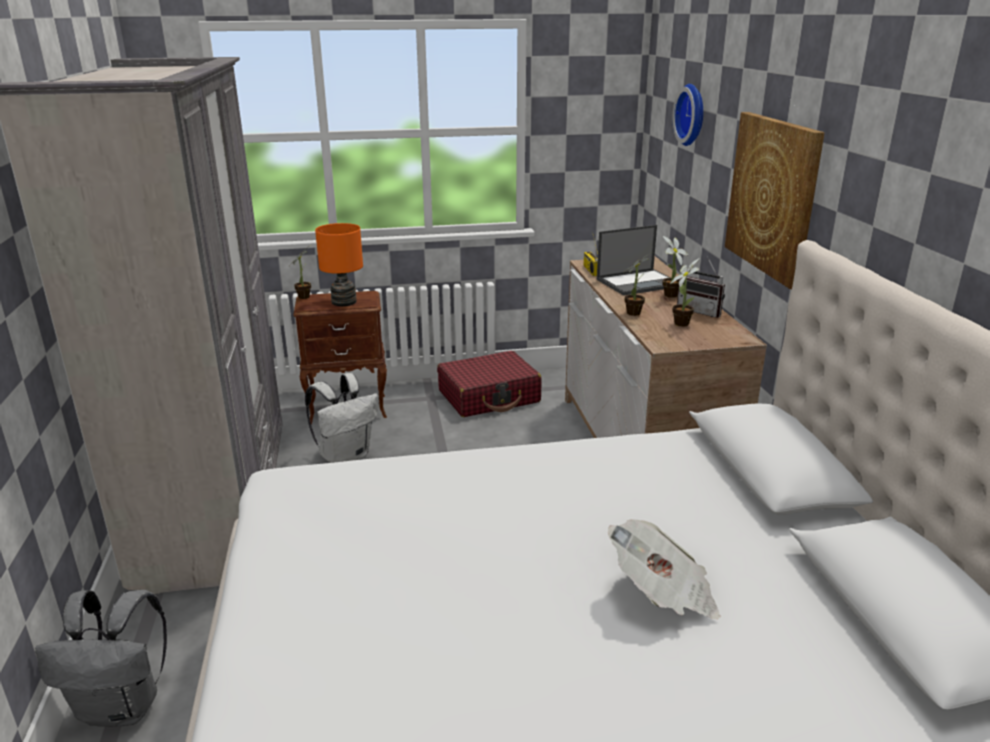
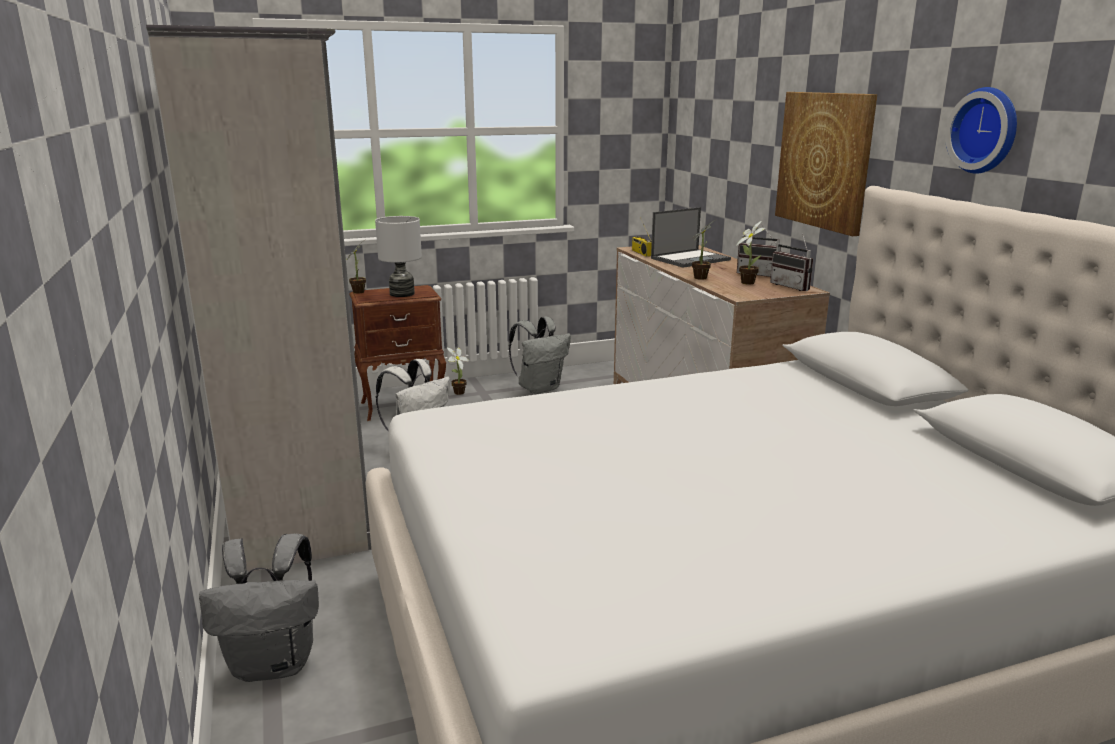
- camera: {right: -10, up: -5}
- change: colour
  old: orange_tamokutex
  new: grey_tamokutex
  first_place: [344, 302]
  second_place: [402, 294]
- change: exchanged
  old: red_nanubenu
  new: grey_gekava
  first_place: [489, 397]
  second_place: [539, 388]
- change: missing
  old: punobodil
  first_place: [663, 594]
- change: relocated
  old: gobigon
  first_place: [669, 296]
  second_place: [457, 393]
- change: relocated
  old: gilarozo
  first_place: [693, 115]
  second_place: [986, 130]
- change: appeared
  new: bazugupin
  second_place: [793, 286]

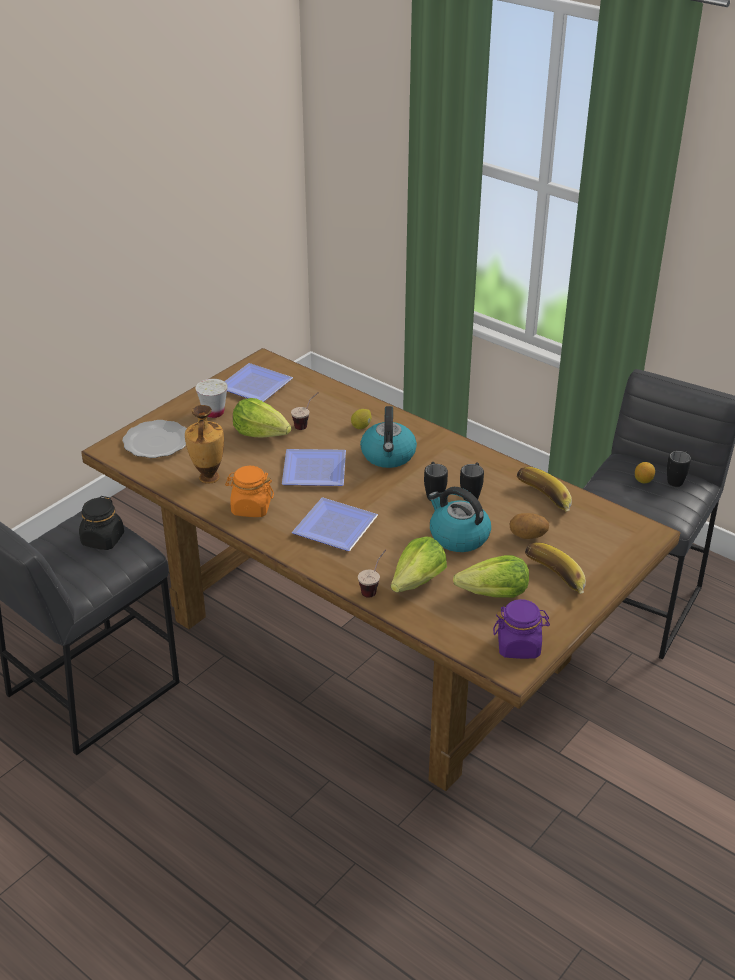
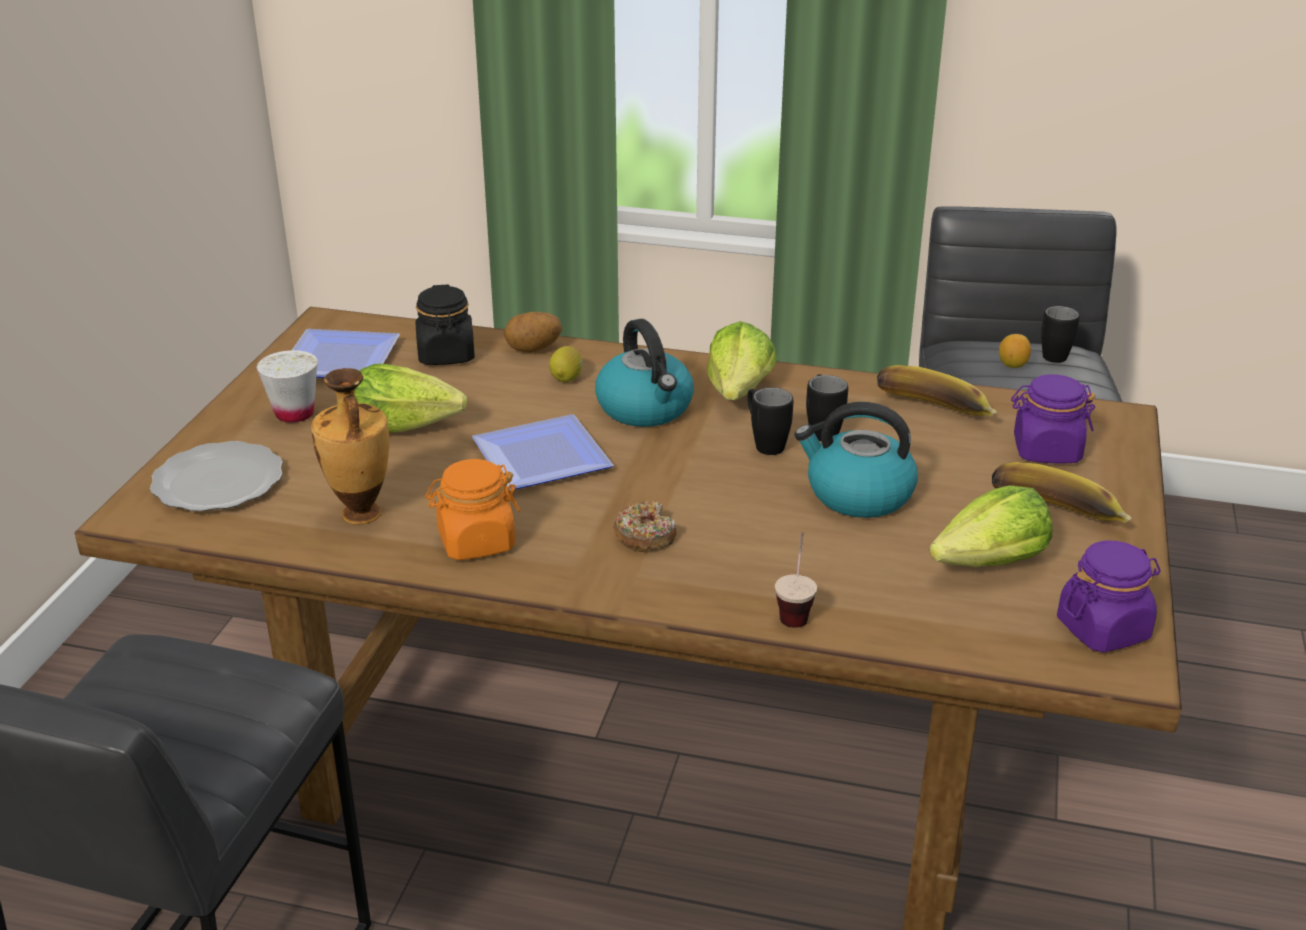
- camera: {right: -25, up: -5}
- change: relocated
  old: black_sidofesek
  first_place: [103, 539]
  second_place: [446, 355]
- change: missing
  old: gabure
  first_place: [306, 424]
- change: exchanged
  old: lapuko
  new: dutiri
  first_place: [332, 528]
  second_place: [644, 536]
- change: relocated
  old: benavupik
  first_place: [418, 581]
  second_place: [739, 391]
- change: relocated
  old: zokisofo
  first_place: [527, 536]
  second_place: [533, 350]
- change: appeared
  new: purple_sidofesek
  second_place: [1046, 450]

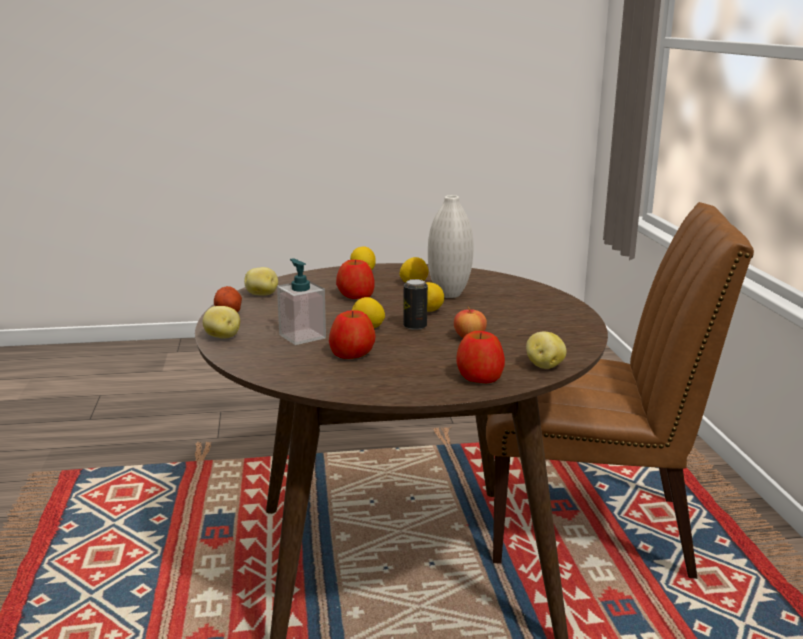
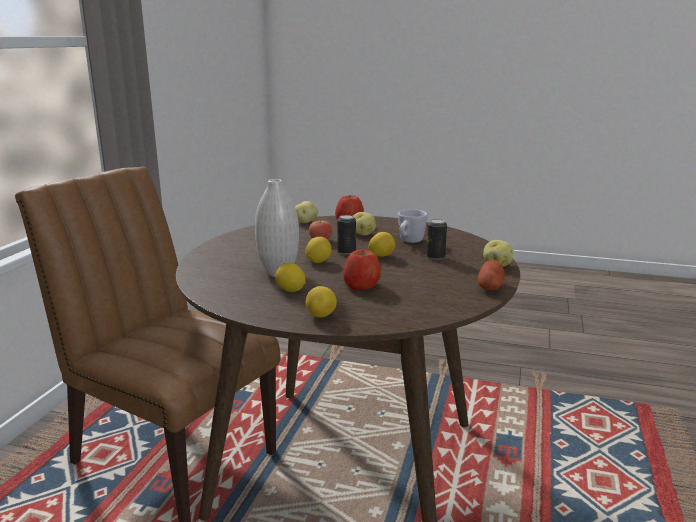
- camera: {right: -155, up: 0}
- change: relocated
  old: zokisofo
  first_place: [262, 294]
  second_place: [363, 234]
- change: exchanged
  old: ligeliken
  new: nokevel
  first_place: [302, 336]
  second_place: [435, 257]
- change: exchanged
  old: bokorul
  new: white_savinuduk
  first_place: [352, 354]
  second_place: [409, 241]

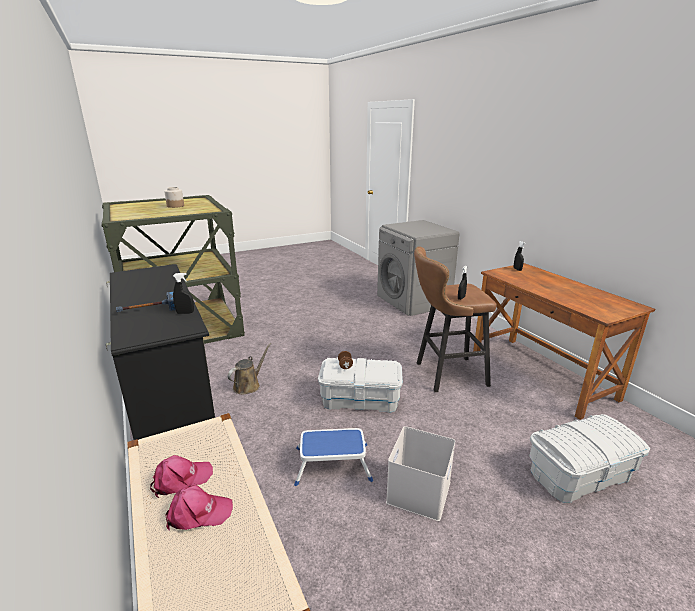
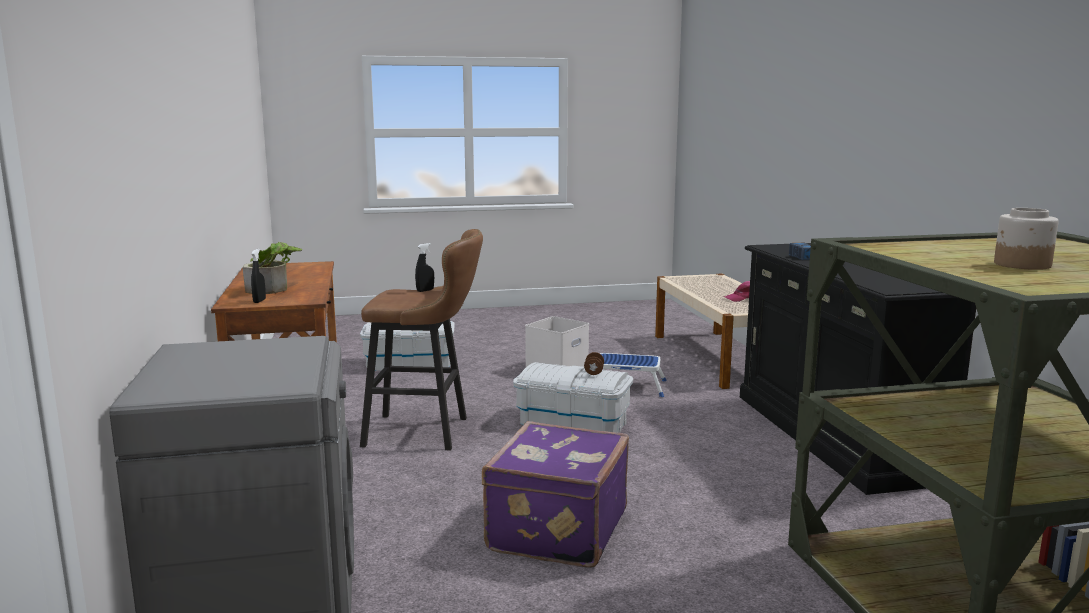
- camera: {right: -165, up: -10}
- change: missing
  old: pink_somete
  first_place: [198, 513]
- change: missing
  old: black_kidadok
  first_place: [185, 313]
- change: missing
  old: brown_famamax
  first_place: [248, 385]
- change: appeared
  new: gobigon
  second_place: [273, 289]
- change: appeared
  new: purple_nanubenu
  second_place: [555, 530]

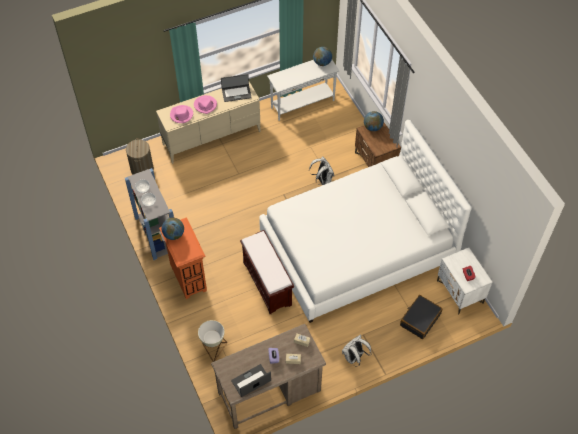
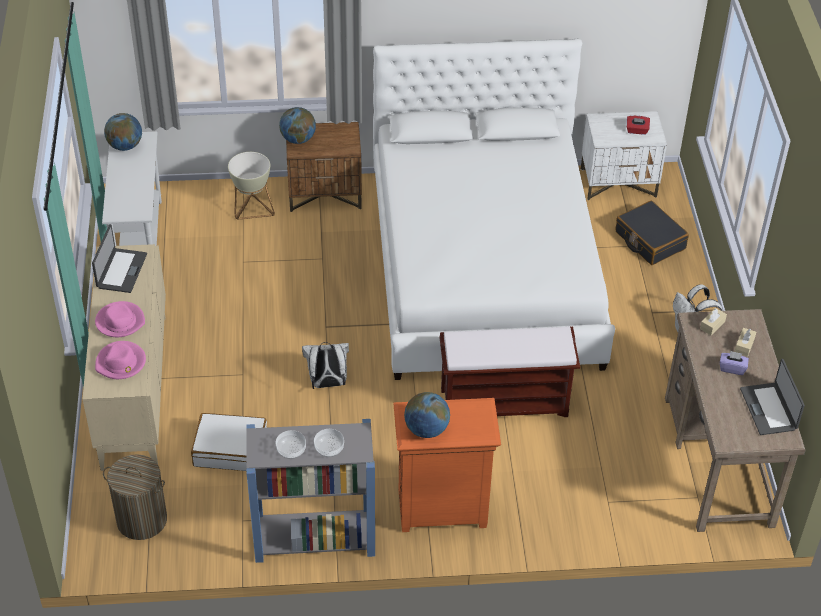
- camera: {right: -70, up: -10}
- change: relocated
  old: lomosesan
  first_place: [214, 348]
  second_place: [252, 210]
- change: relocated
  old: white_gekava
  first_place: [322, 180]
  second_place: [327, 384]
- change: appeared
  new: white_nanubenu
  second_place: [230, 449]

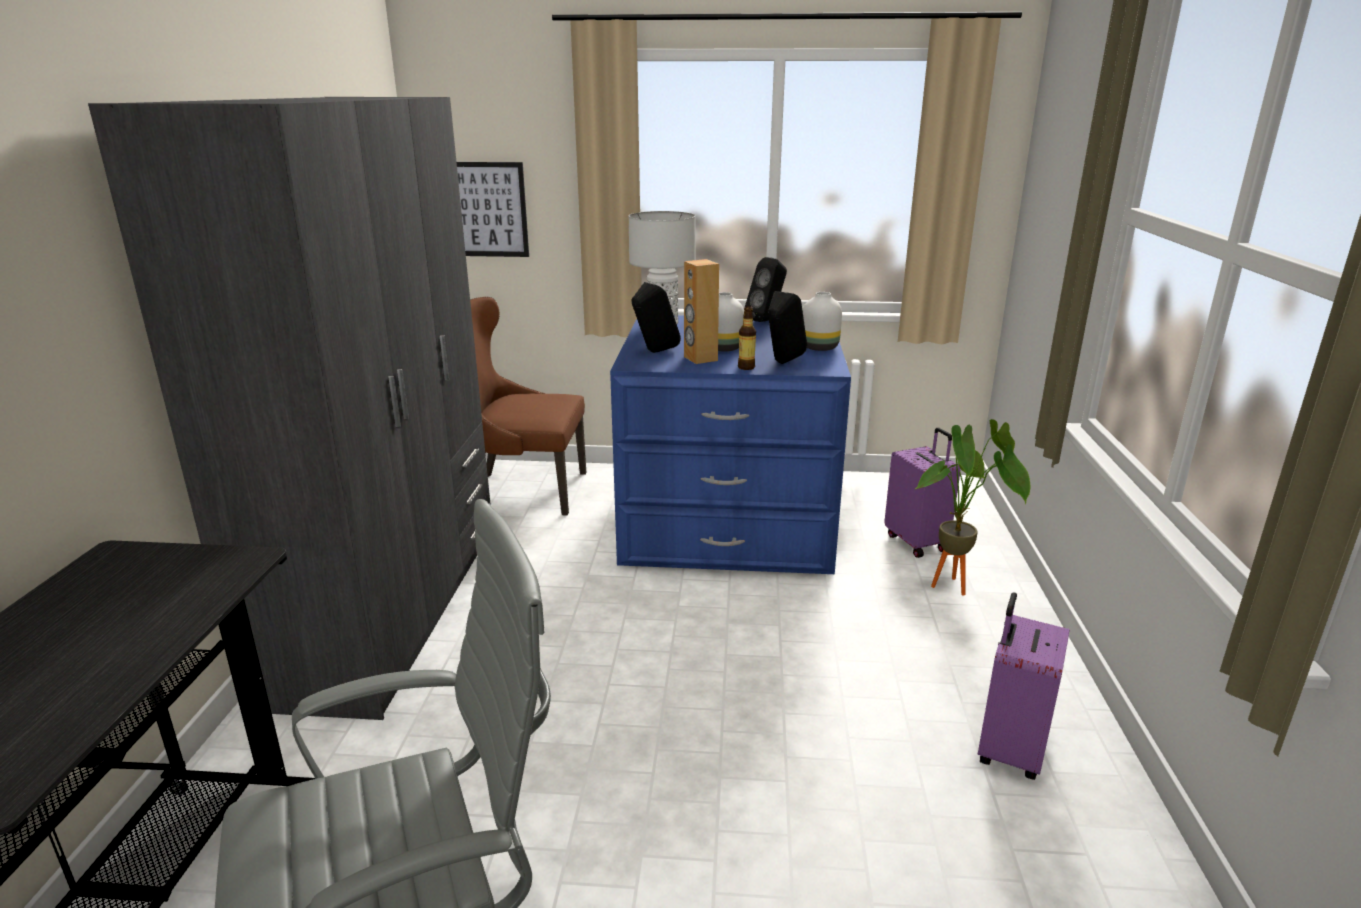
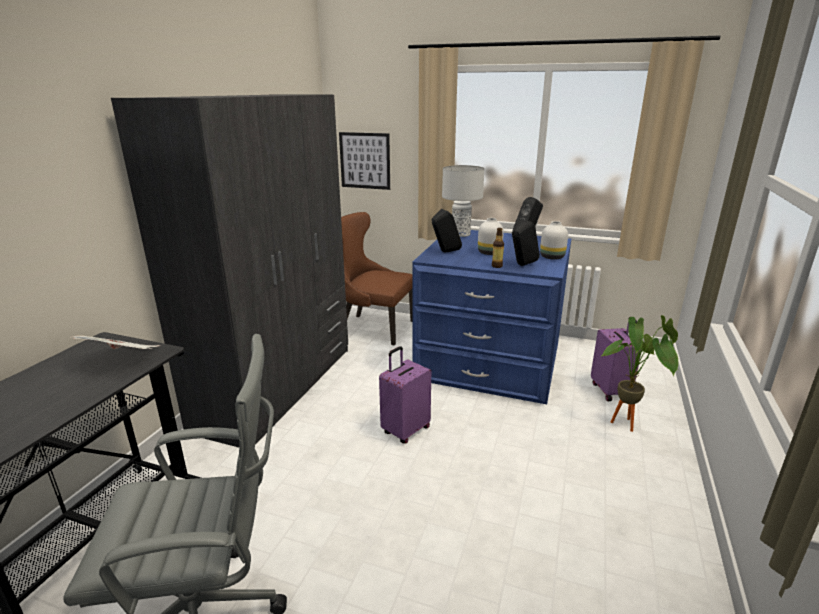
- camera: {right: 15, up: 0}
- change: missing
  old: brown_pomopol
  first_place: [700, 359]
- change: relocated
  old: purple_nanubenu
  first_place: [1008, 750]
  second_place: [405, 430]
- change: appeared
  new: punobodil
  second_place: [122, 359]

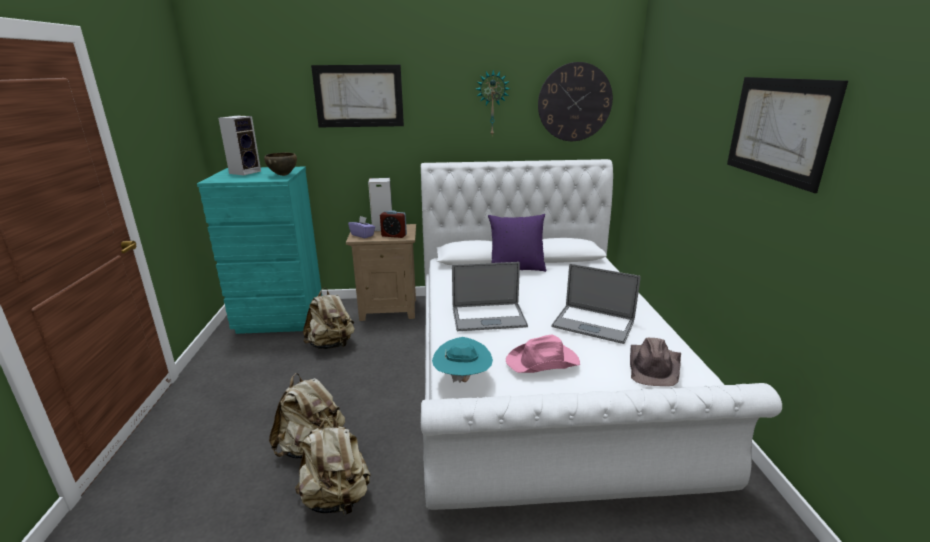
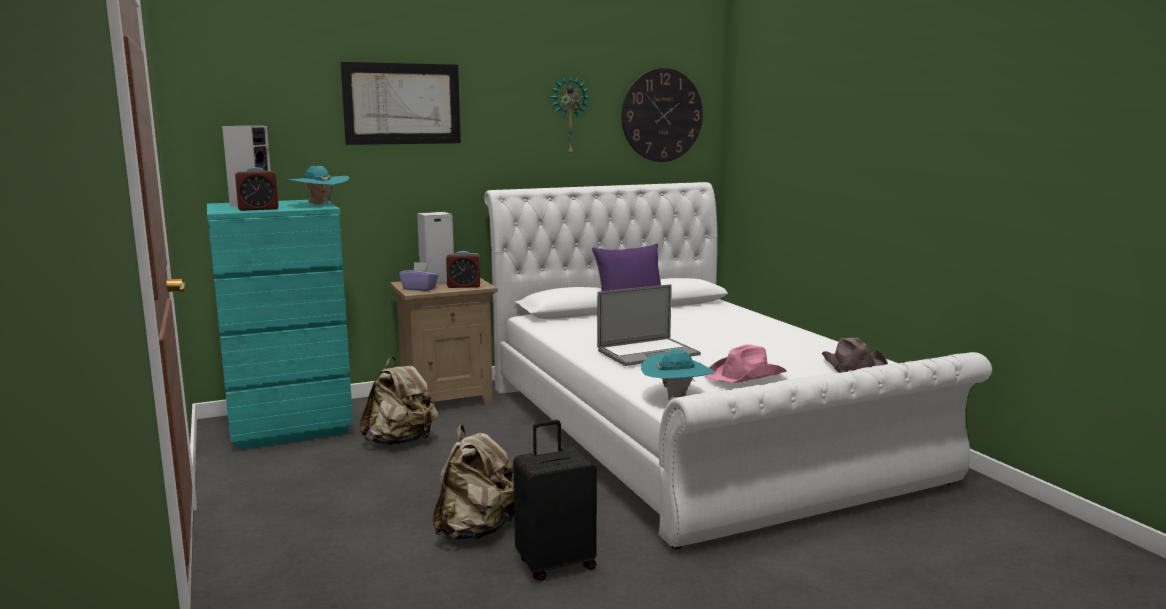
- camera: {right: -20, up: -10}
- change: exchanged
  old: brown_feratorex
  new: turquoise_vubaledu
  first_place: [283, 175]
  second_place: [319, 205]
- change: exchanged
  old: beige_gekava
  new: black_nanubenu
  first_place: [337, 498]
  second_place: [555, 564]
- change: missing
  old: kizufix
  first_place: [593, 324]
- change: missing
  old: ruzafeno
  first_place: [778, 129]
- change: appeared
  new: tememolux
  second_place: [258, 209]

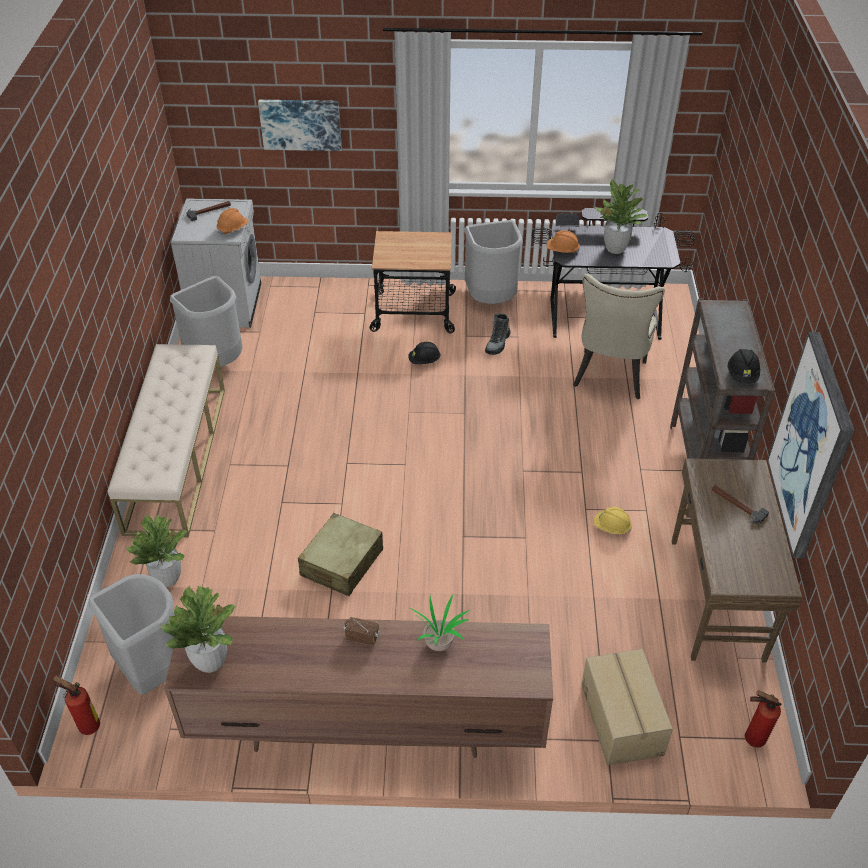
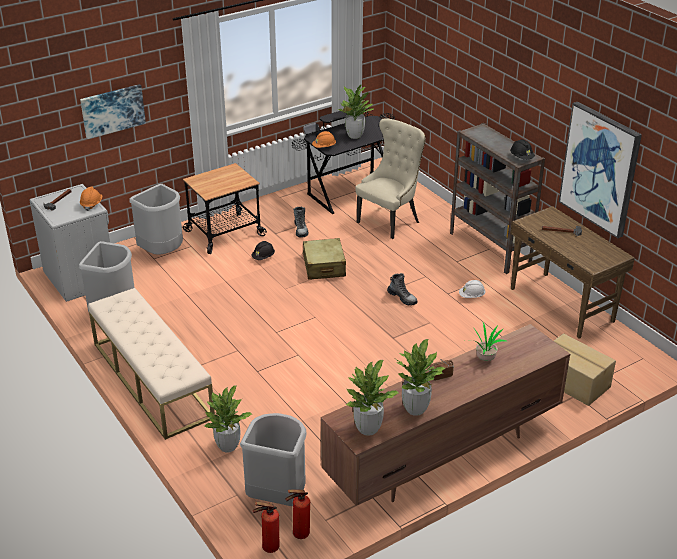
- camera: {right: -35, up: -10}
- change: relocated
  old: beige_nanubenu
  first_place: [341, 563]
  second_place: [324, 267]
- change: relocated
  old: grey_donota
  first_place: [491, 300]
  second_place: [162, 252]
- change: spun
  old: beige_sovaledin
  first_place: [610, 376]
  second_place: [389, 221]
  degrees: -120
- change: colour
  old: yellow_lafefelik
  new: white_lafefelik
  first_place: [611, 527]
  second_place: [471, 296]
- change: relocated
  old: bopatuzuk
  first_place: [751, 738]
  second_place: [298, 534]
- change: appeared
  new: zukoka
  second_place: [402, 298]
- change: appeared
  new: gobigon
  second_place: [415, 409]

